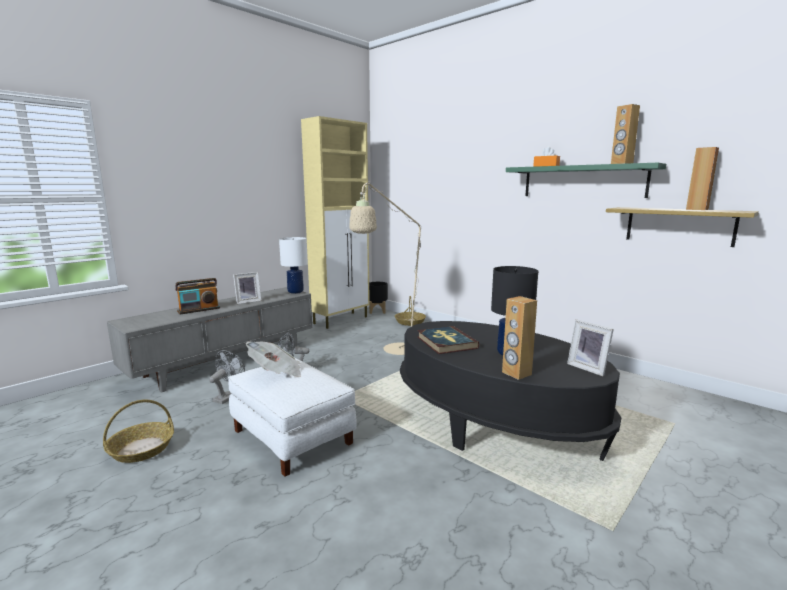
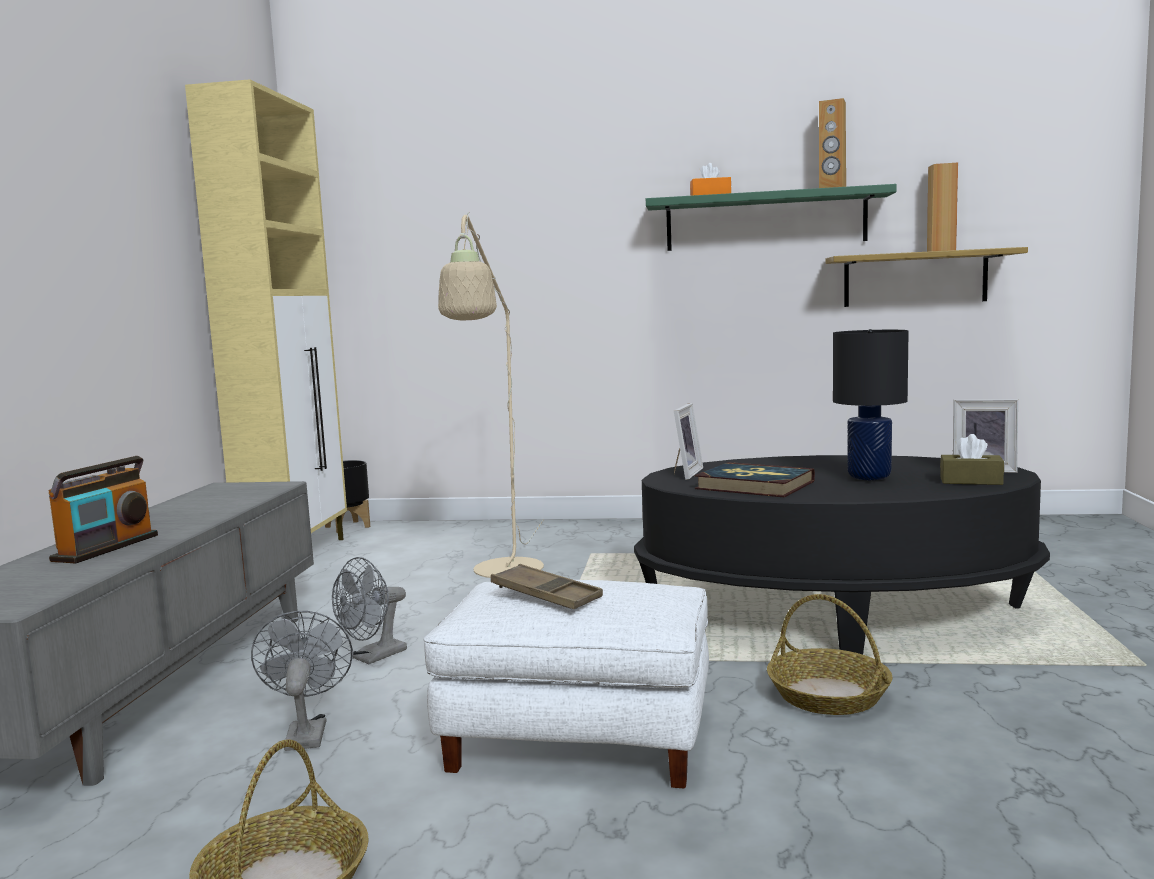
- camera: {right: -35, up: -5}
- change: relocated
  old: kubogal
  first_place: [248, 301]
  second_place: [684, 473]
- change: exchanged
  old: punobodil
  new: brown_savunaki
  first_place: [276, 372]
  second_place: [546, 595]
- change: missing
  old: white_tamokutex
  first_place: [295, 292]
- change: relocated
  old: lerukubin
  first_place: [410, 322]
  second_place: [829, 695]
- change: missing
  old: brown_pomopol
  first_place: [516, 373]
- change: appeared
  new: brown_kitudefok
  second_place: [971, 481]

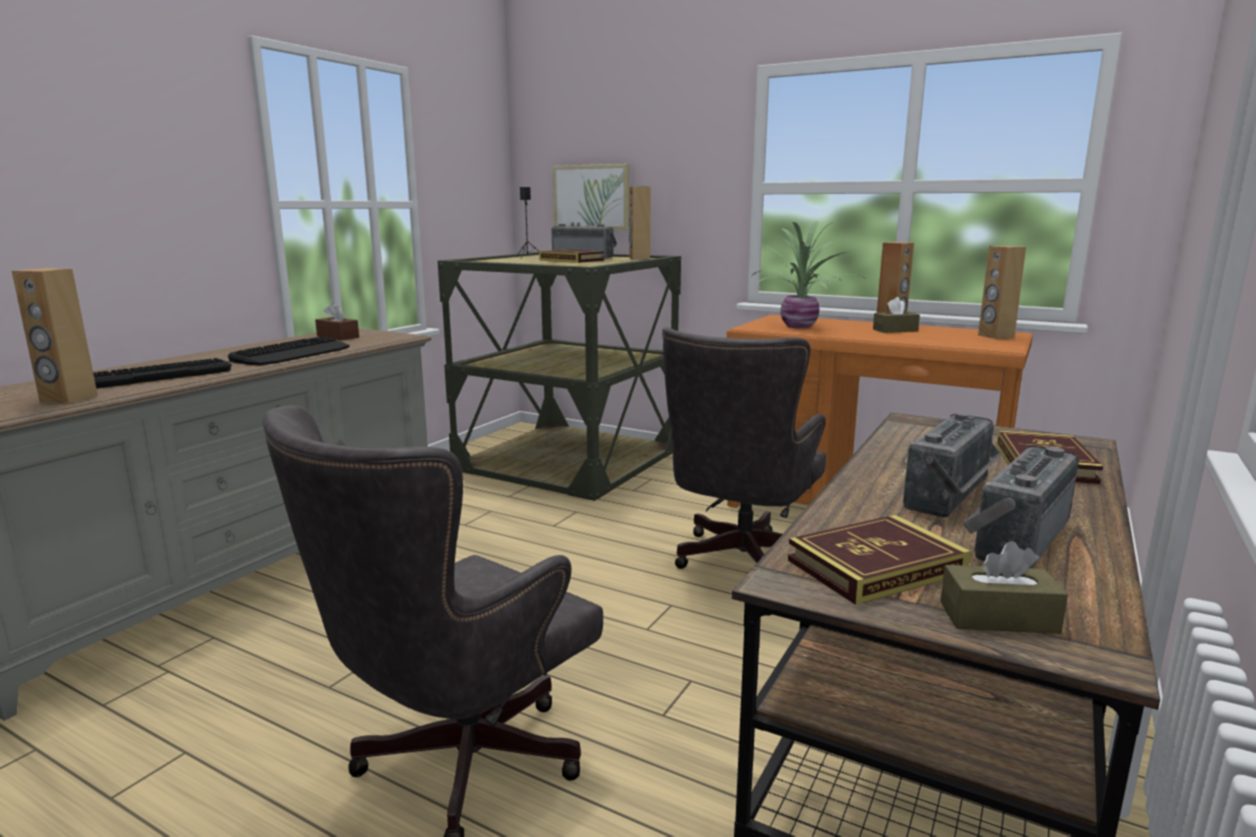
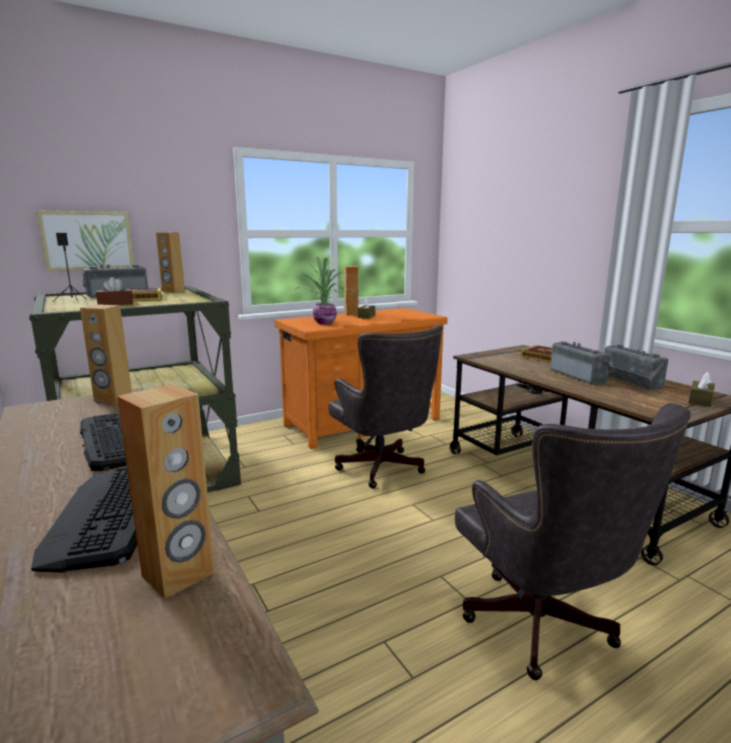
- camera: {right: -60, up: 0}
- change: relocated
  old: brown_kitudefok
  first_place: [338, 337]
  second_place: [115, 304]
- change: missing
  old: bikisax
  first_place: [876, 566]
- change: relocated
  old: brown_pomopol
  first_place: [995, 336]
  second_place: [113, 398]

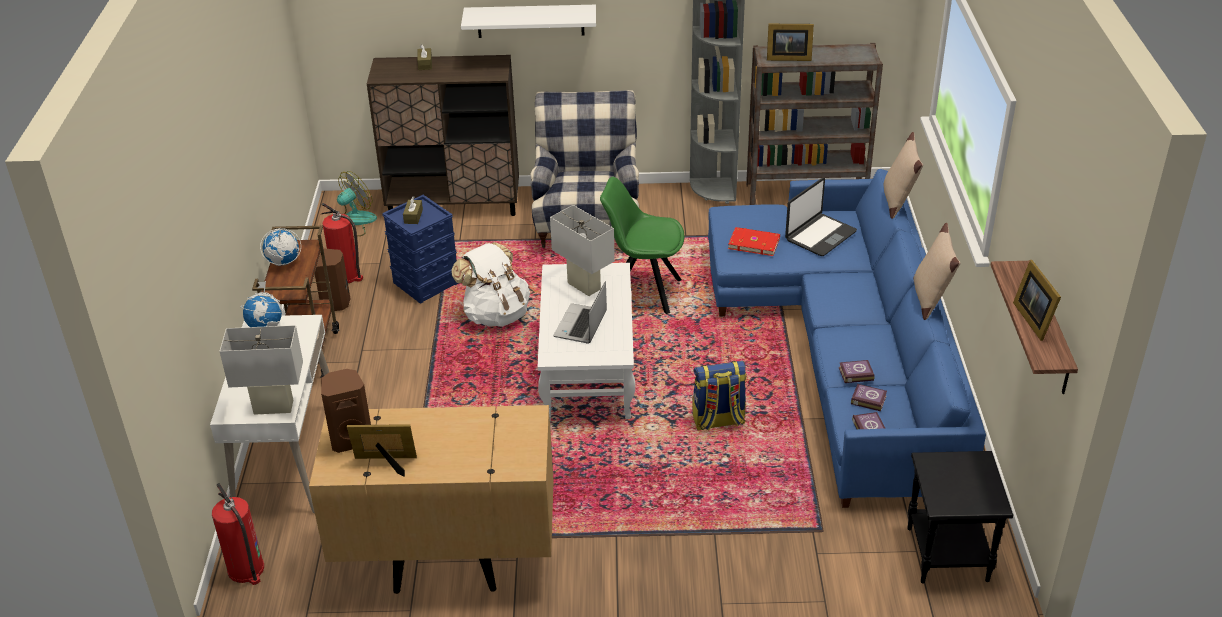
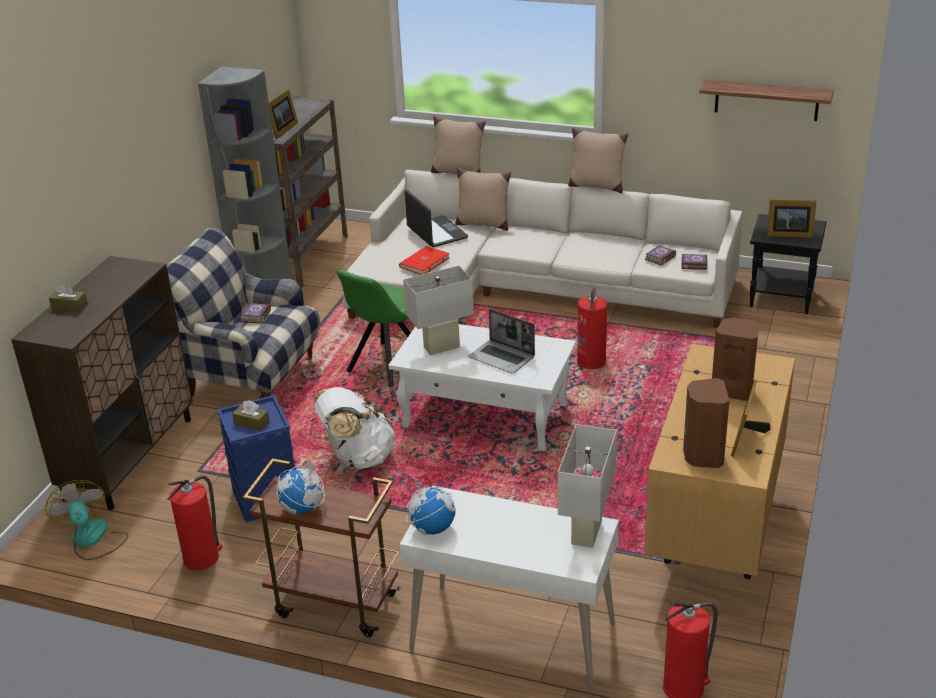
- camera: {right: -70, up: -5}
- change: relocated
  old: brown_pomopol
  first_place: [336, 303]
  second_place: [733, 390]
- change: missing
  old: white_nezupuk
  first_place: [530, 21]
- change: exchanged
  old: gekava
  new: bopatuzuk
  first_place: [718, 421]
  second_place: [591, 361]
- change: colour
  old: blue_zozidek
  new: white_zozidek
  first_place: [843, 346]
  second_place: [528, 286]
- change: relocated
  old: bikisax
  first_place: [855, 373]
  second_place: [255, 316]
- change: relocated
  old: kubogal
  first_place: [1034, 319]
  second_place: [787, 234]
- change: appeared
  new: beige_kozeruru
  second_place: [482, 224]

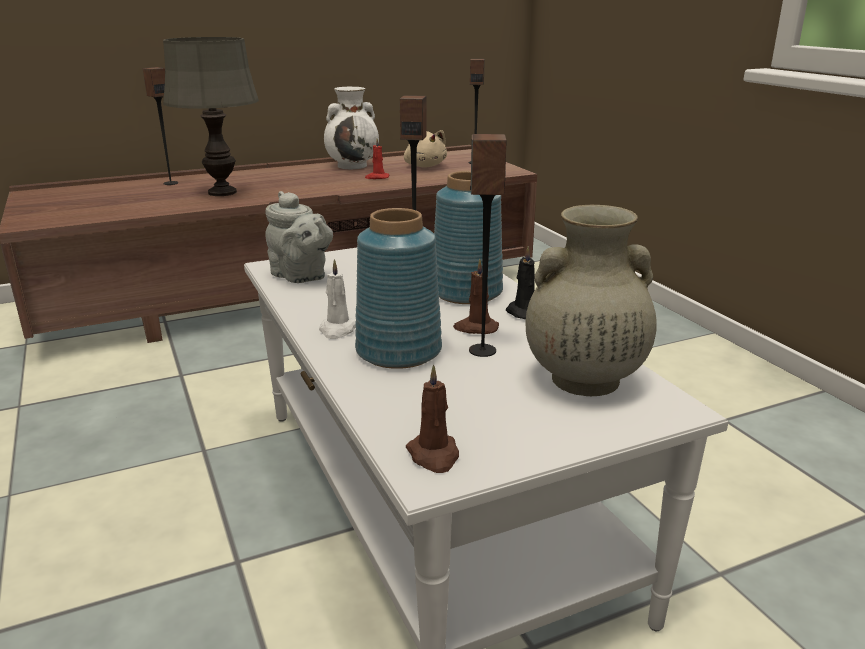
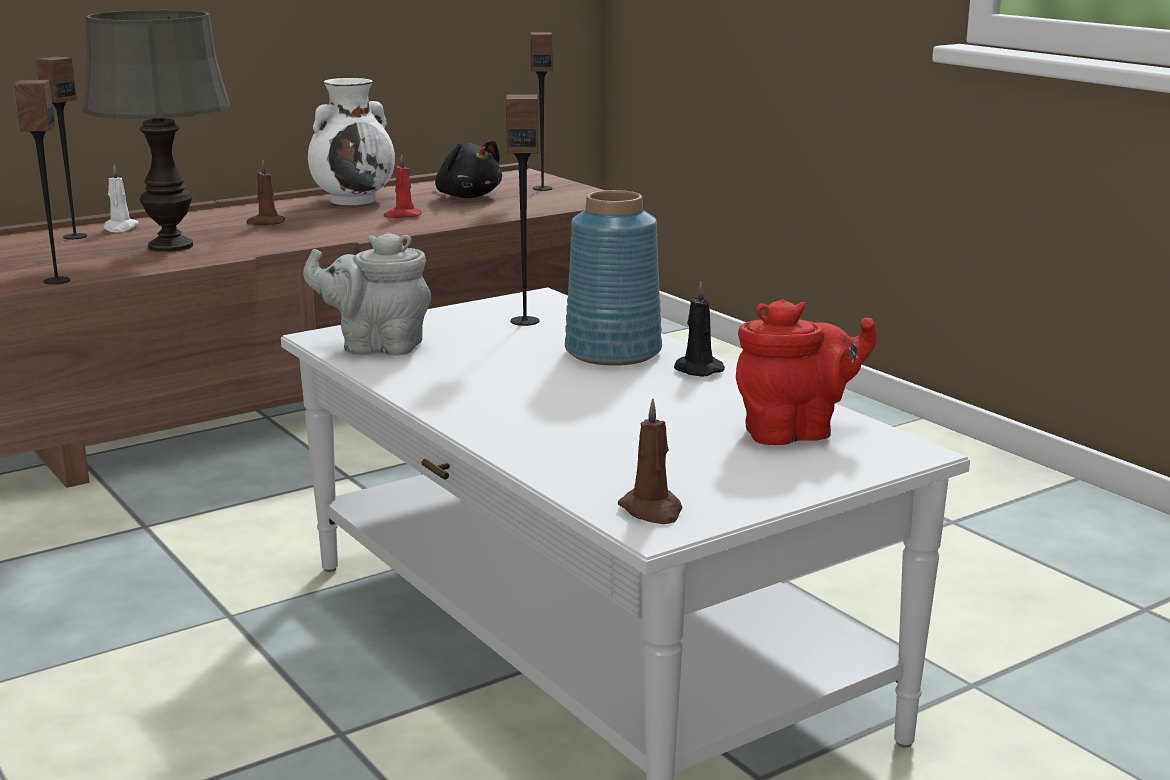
- camera: {right: -10, up: -5}
- change: spun
  old: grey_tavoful
  first_place: [301, 277]
  second_place: [376, 347]
  degrees: 150
- change: relocated
  old: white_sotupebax
  first_place: [337, 329]
  second_place: [120, 228]
- change: missing
  old: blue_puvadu
  first_place: [398, 352]
- change: colour
  old: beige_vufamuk
  new: black_vufamuk
  first_place: [424, 166]
  second_place: [467, 196]
- change: relocated
  old: brown_sotupebax
  first_place: [475, 328]
  second_place: [265, 223]
- change: relocated
  old: pomopol
  first_place: [481, 350]
  second_place: [56, 281]
- change: exchanged
  old: beige_puvadu
  new: red_tavoful
  first_place: [582, 380]
  second_place: [795, 432]

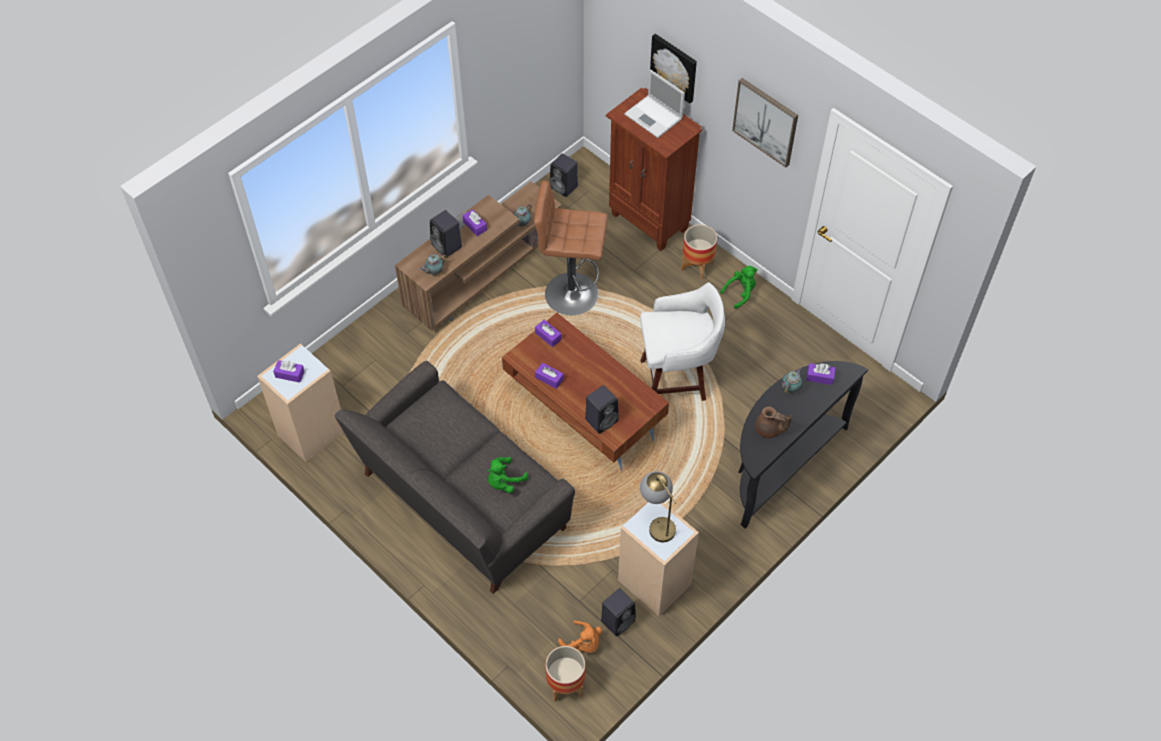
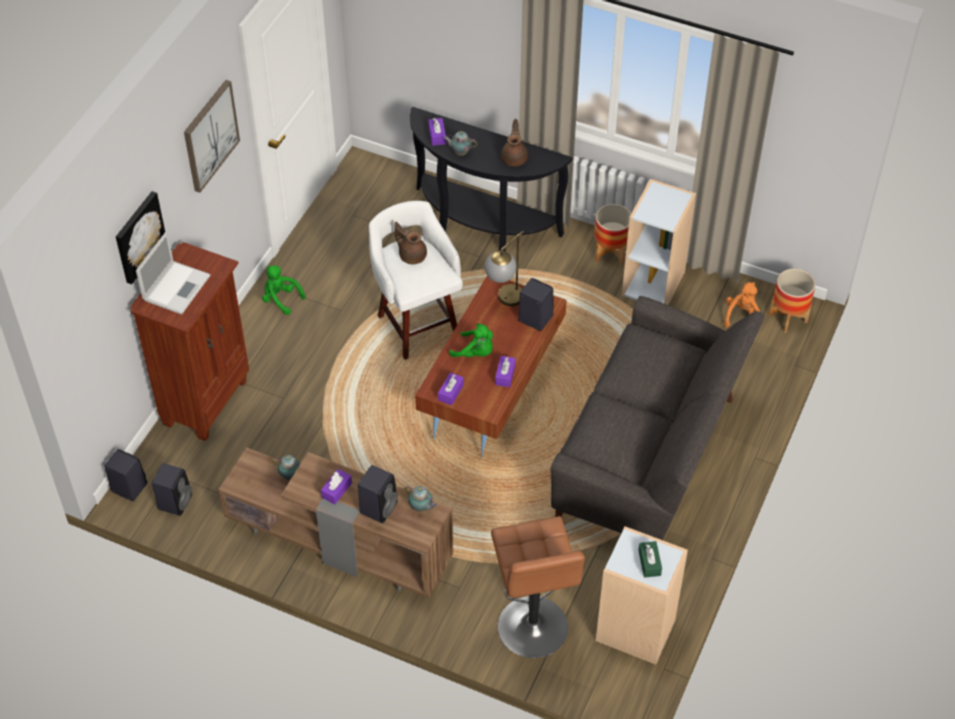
- camera: {right: -110, up: -5}
- change: colour
  old: purple_kitudefok
  new: green_kitudefok
  first_place: [290, 374]
  second_place: [649, 563]
- change: relocated
  old: green_vufamuk
  first_place: [504, 482]
  second_place: [475, 352]
- change: relocated
  old: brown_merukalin
  first_place: [571, 293]
  second_place: [532, 628]
- change: relocated
  old: black_pomopol
  first_place: [618, 620]
  second_place: [128, 487]
- change: relocated
  old: tamokutex
  first_place: [657, 522]
  second_place: [505, 302]
- change: relocated
  old: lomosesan
  first_place: [697, 266]
  second_place: [610, 253]
- change: appeared
  new: brown_tavoful
  second_place: [412, 255]

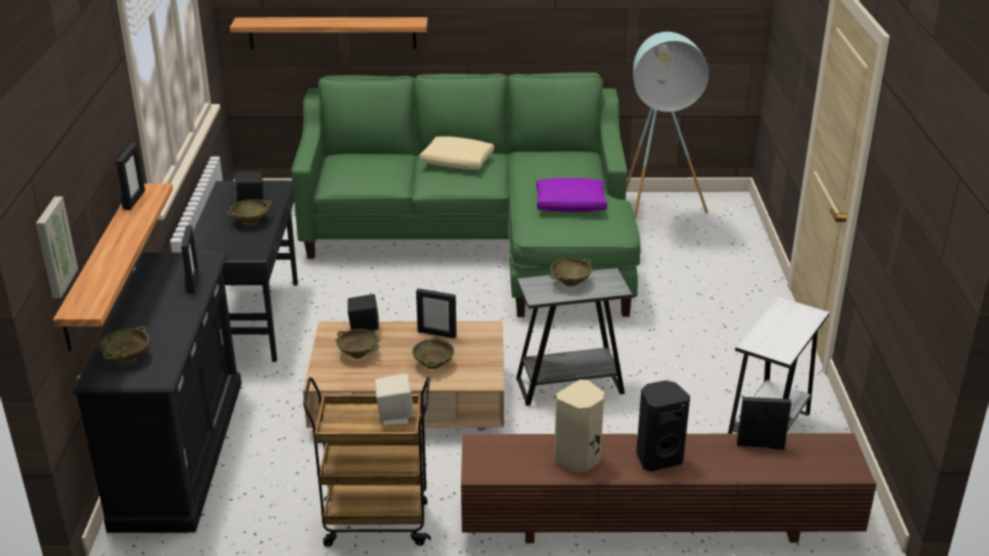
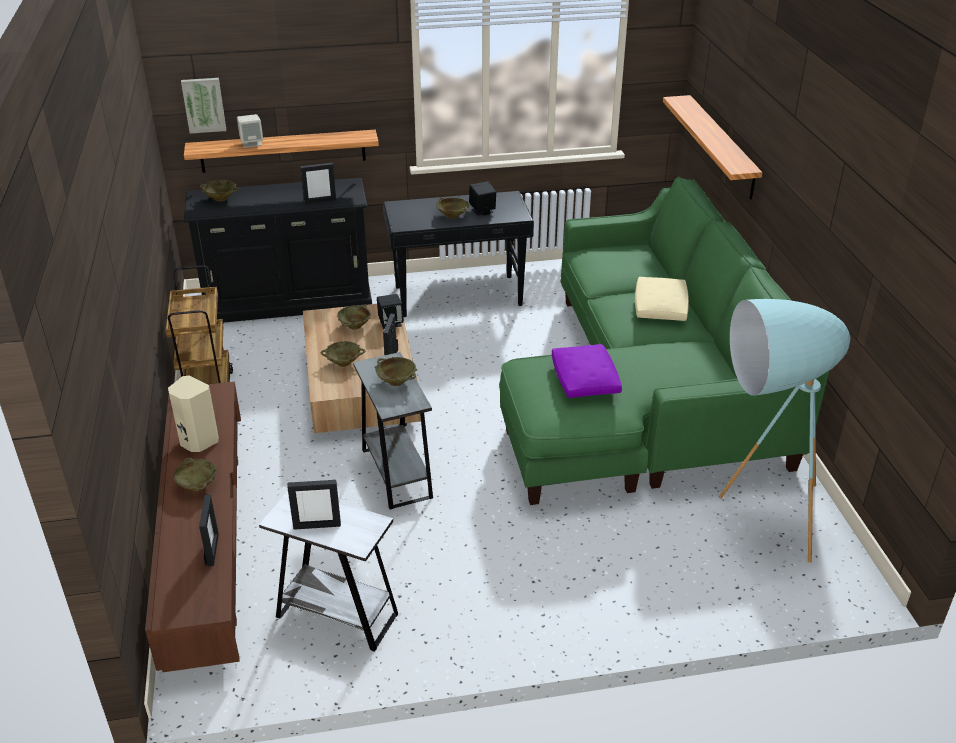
- camera: {right: 80, up: 5}
- change: relocated
  old: kubogal
  first_place: [134, 200]
  second_place: [317, 525]
- change: relocated
  old: beige_pomopol
  first_place: [394, 416]
  second_place: [252, 143]
- change: exchanged
  old: black_pomopol
  new: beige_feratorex
  first_place: [658, 458]
  second_place: [197, 485]

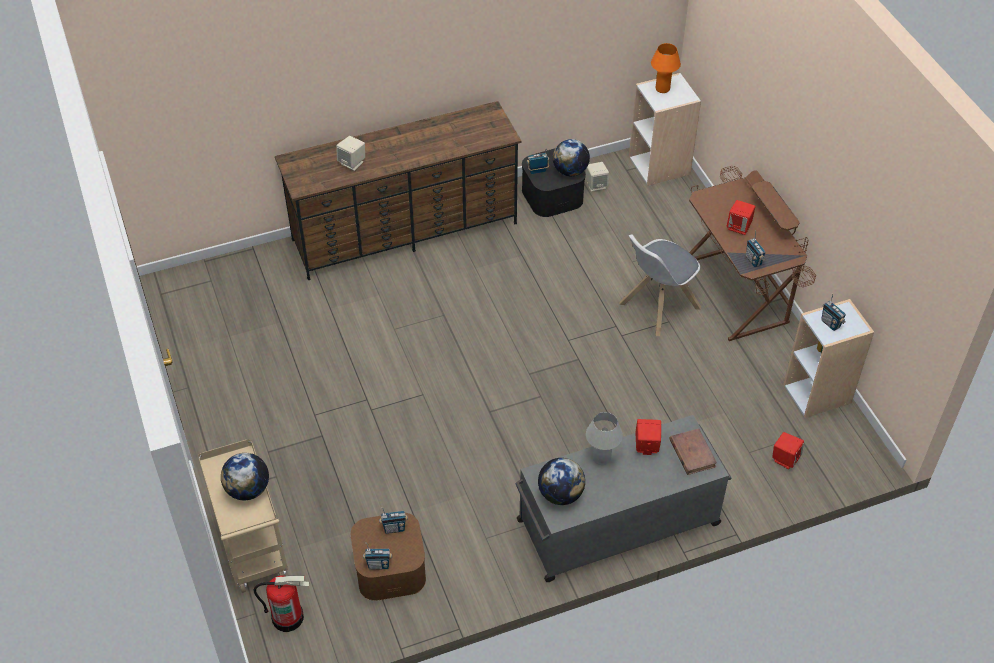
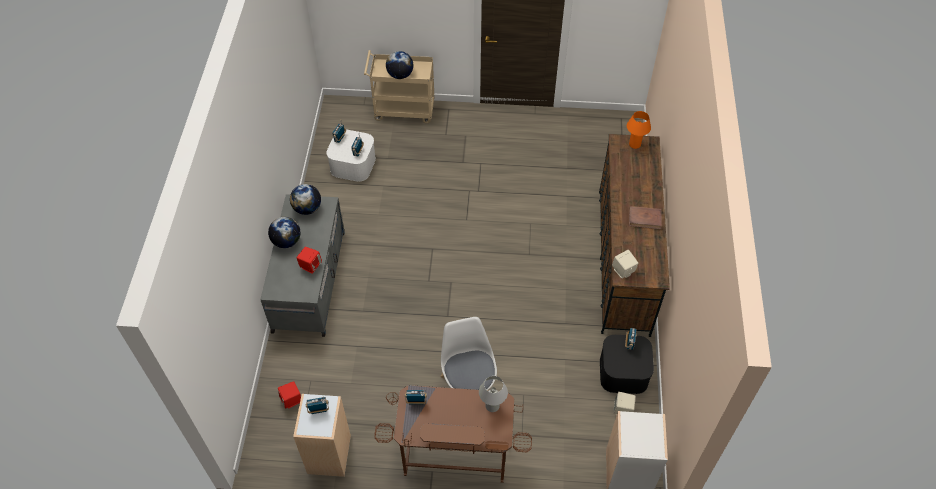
- camera: {right: 115, up: 5}
- change: missing
  old: bopatuzuk
  first_place: [288, 617]
- change: relocated
  old: beige_pomopol
  first_place: [352, 163]
  second_place: [623, 271]
- change: colour
  old: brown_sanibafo
  new: white_sanibafo
  first_place: [390, 568]
  second_place: [353, 164]
- change: relocated
  old: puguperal
  first_place: [570, 171]
  second_place: [286, 241]
- change: relocated
  old: white_tamokutex
  first_place: [601, 458]
  second_place: [492, 406]
- change: relocated
  old: orange_tamokutex
  first_place: [662, 89]
  second_place: [634, 144]
- change: relocated
  old: brown_bikisax
  first_place: [692, 453]
  second_place: [645, 218]
- change: missing
  old: red_pomopol
  first_place: [739, 227]

